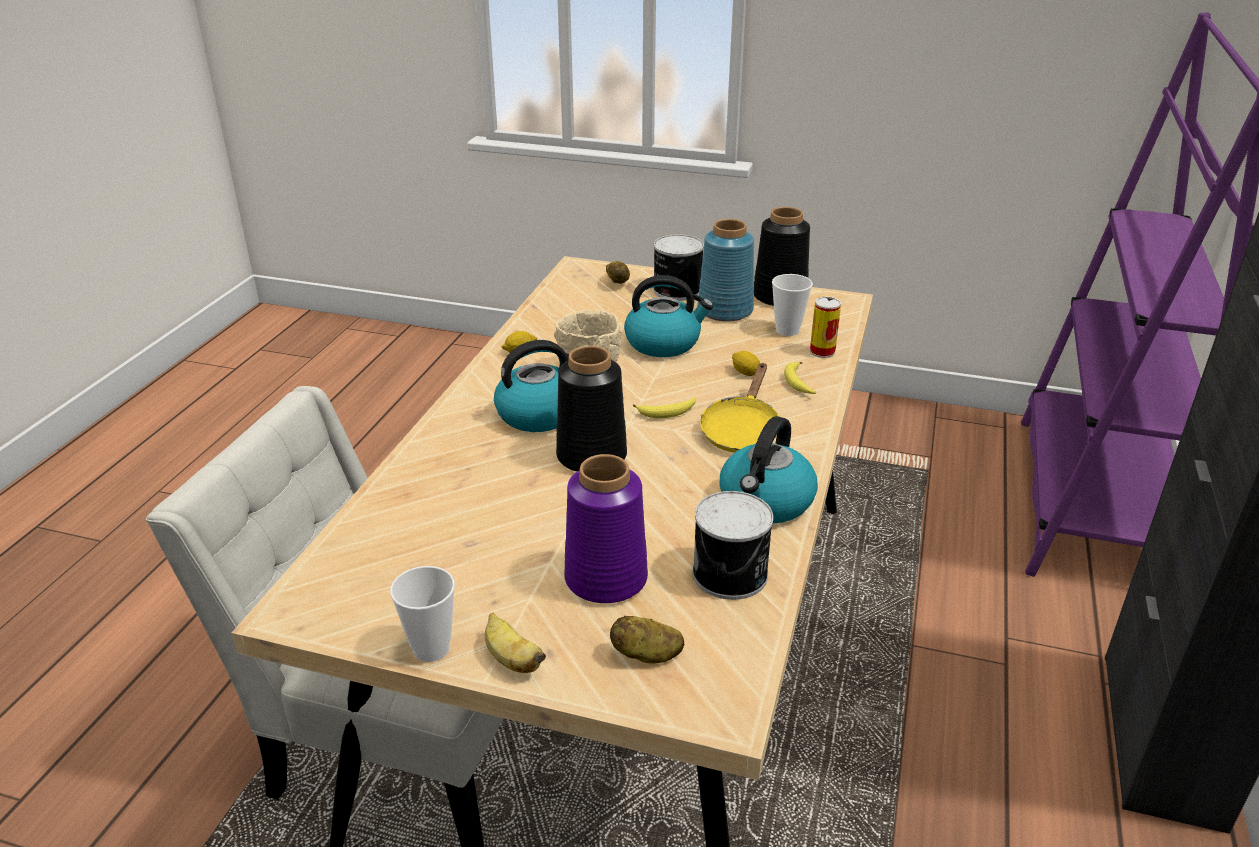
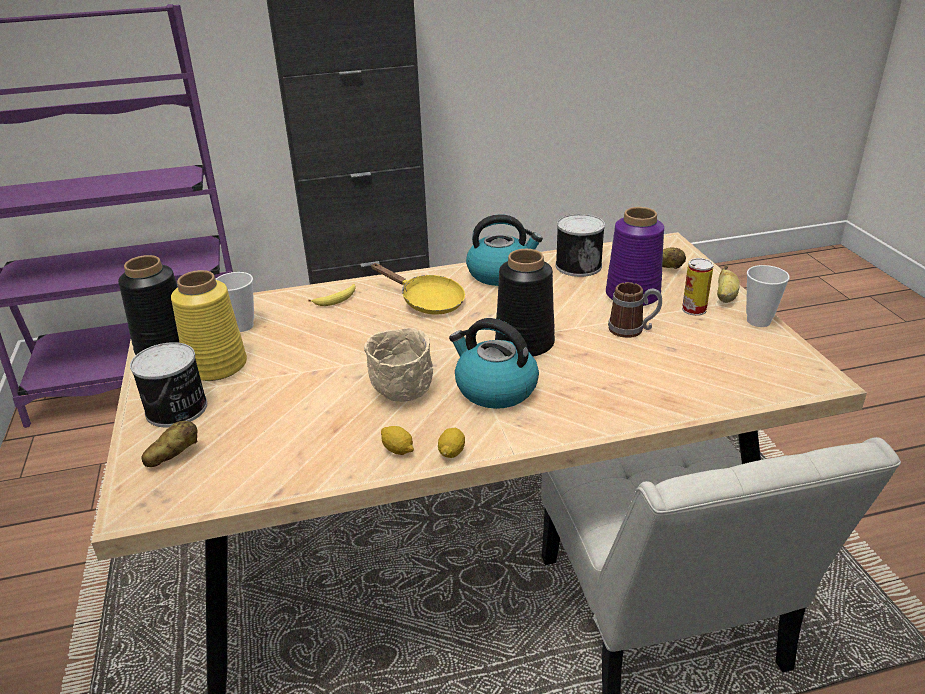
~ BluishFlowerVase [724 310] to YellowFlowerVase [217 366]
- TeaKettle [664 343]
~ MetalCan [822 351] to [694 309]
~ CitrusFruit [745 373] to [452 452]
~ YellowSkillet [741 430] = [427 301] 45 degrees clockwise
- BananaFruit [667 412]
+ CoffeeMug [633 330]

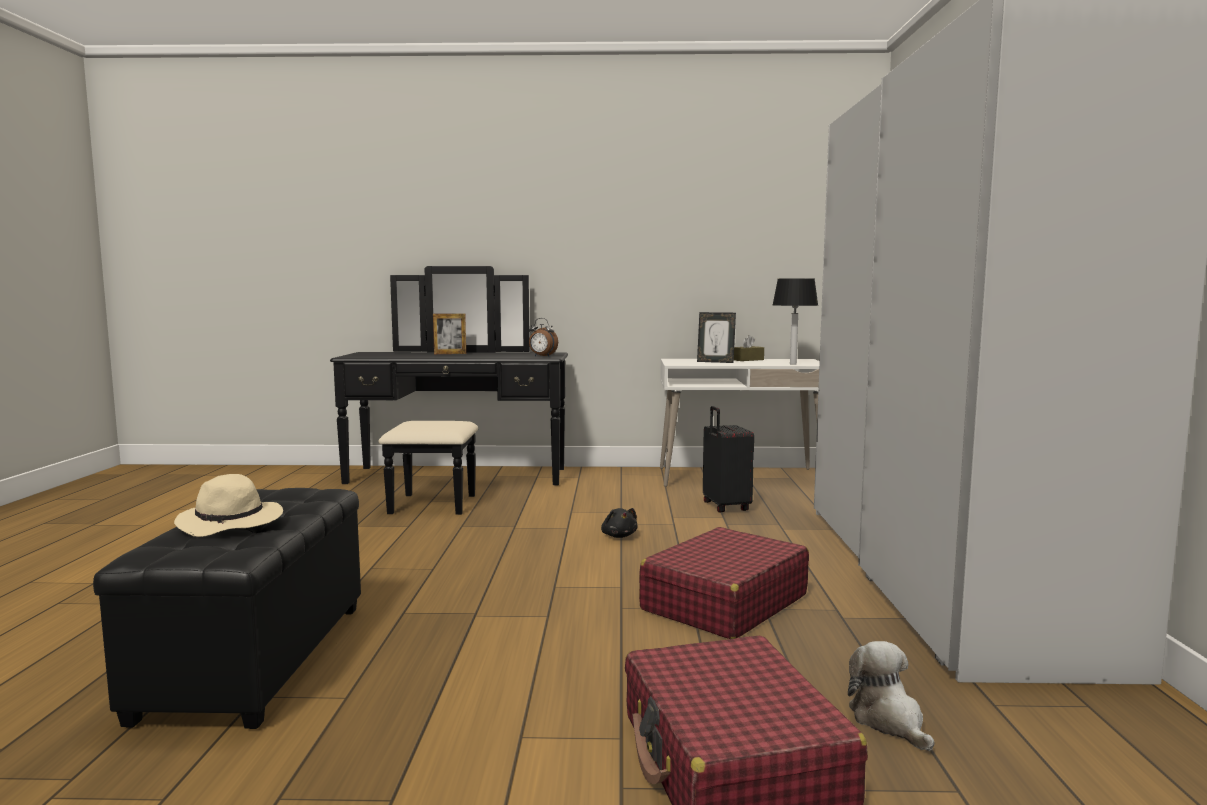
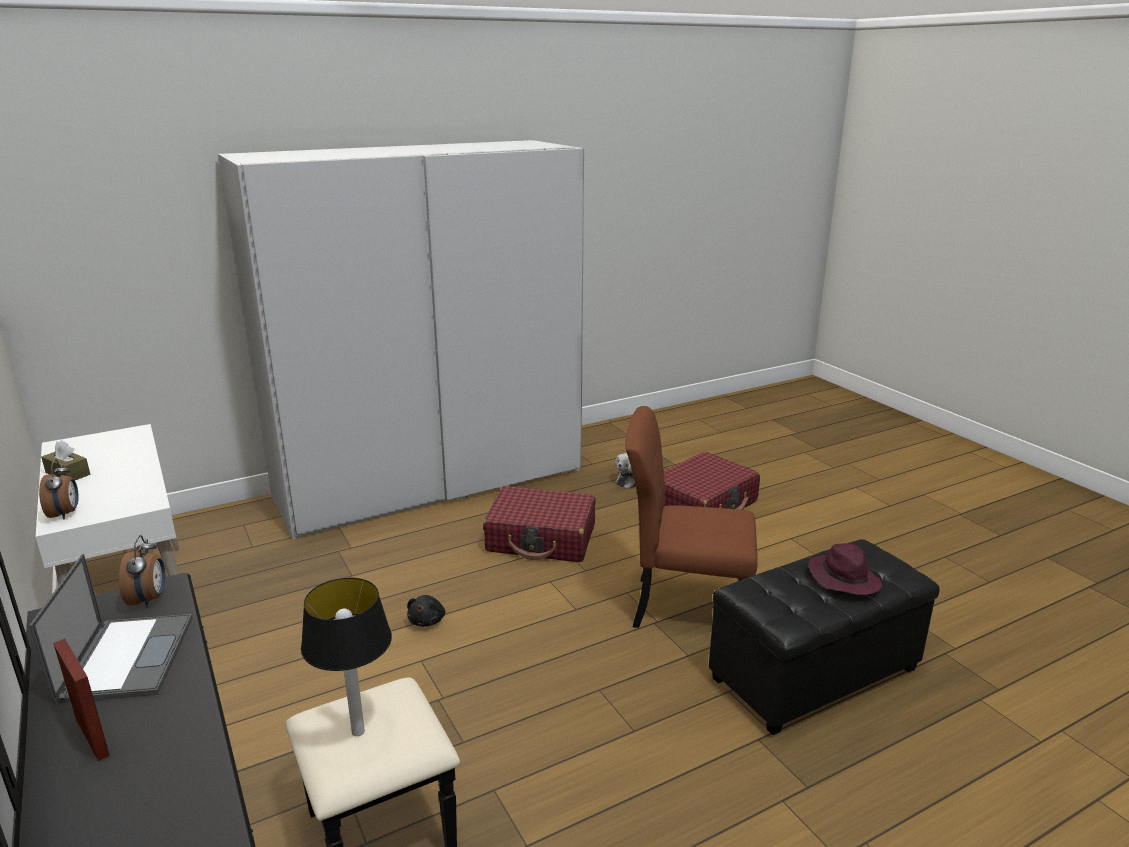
~ TableLamp [792 364] to [357 732]
- PictureFrame [715 362]
- BlackColouredSuitcase [724 507]
~ SandColouredClothingHat [231 523] to PurpleClothingHat [843 578]
~ BlackColouredPlushToy [619 536] = [427 620] 150 degrees clockwise
+ BrownColouredUprightChair [683 606]
+ AlarmClock [65 514]
+ Laptop [127 657]

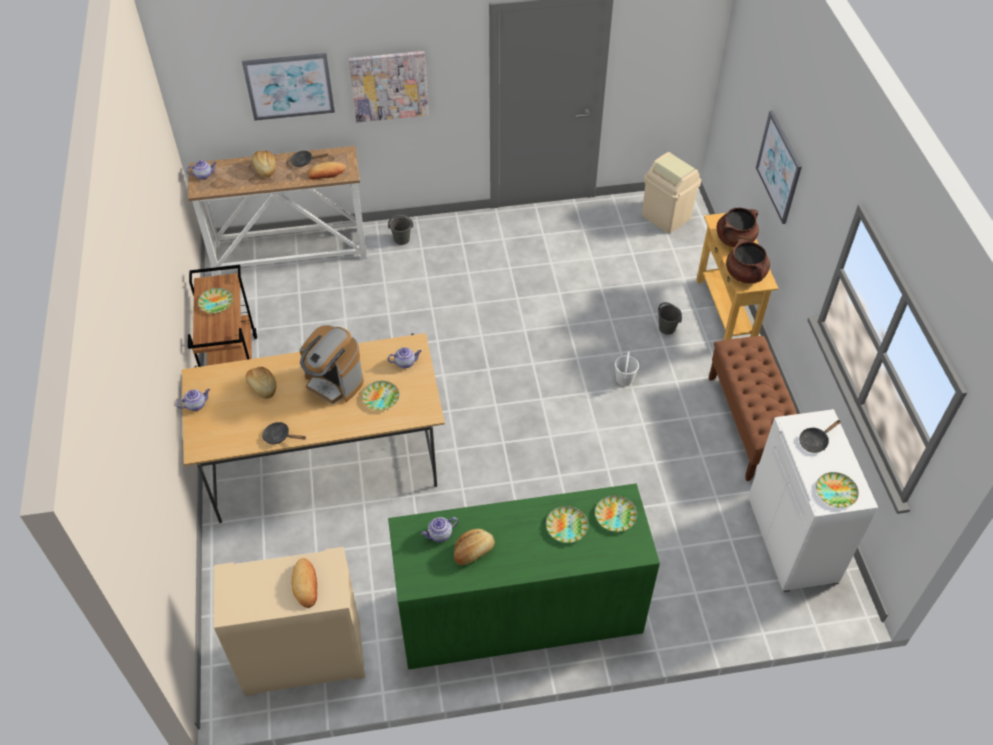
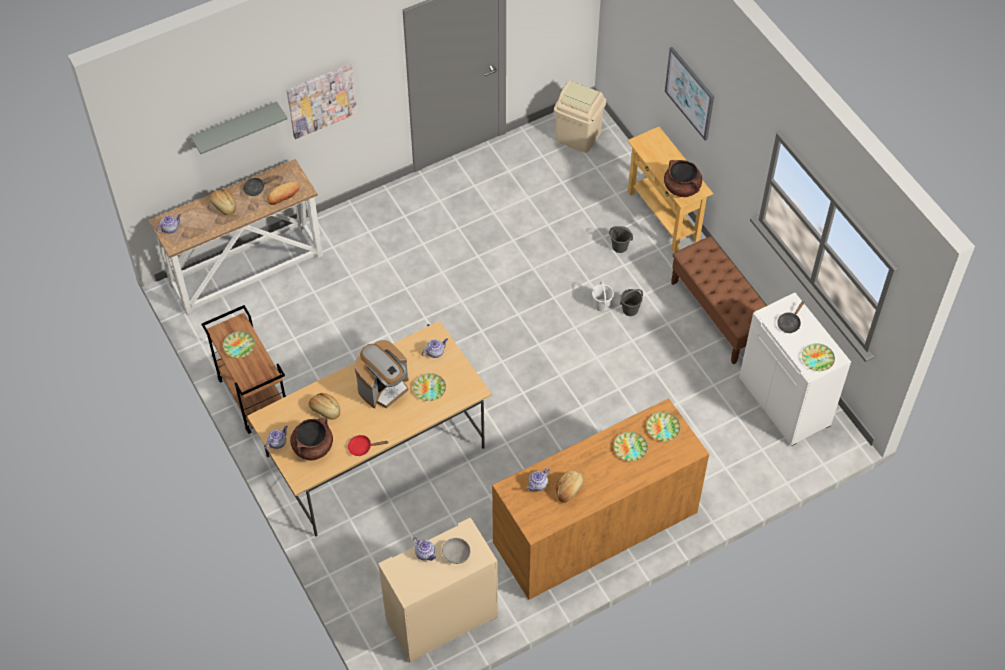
~ WallPicture [289 86] to GreyShelf [235 127]
~ BrownColouredCookingPot [735 239] to [313 447]
~ GreyWaterBucket [402 239] to [630 309]
~ CoffeeMaker [334 382] = [384 387] 60 degrees counterclockwise
~ BlackColouredSkillet [279 436] to ReddishSkillet [362 447]
~ GreenDrawerChest [519 611] to BrownColouredDrawerChest [595 527]
~ BakedBread [306 584] to GreyBowl [456 554]
+ PotForTea [425 553]

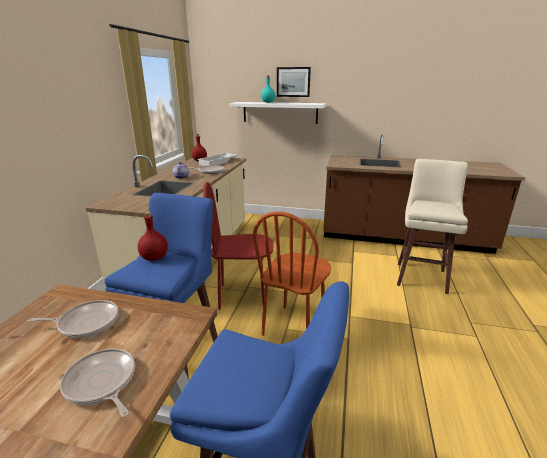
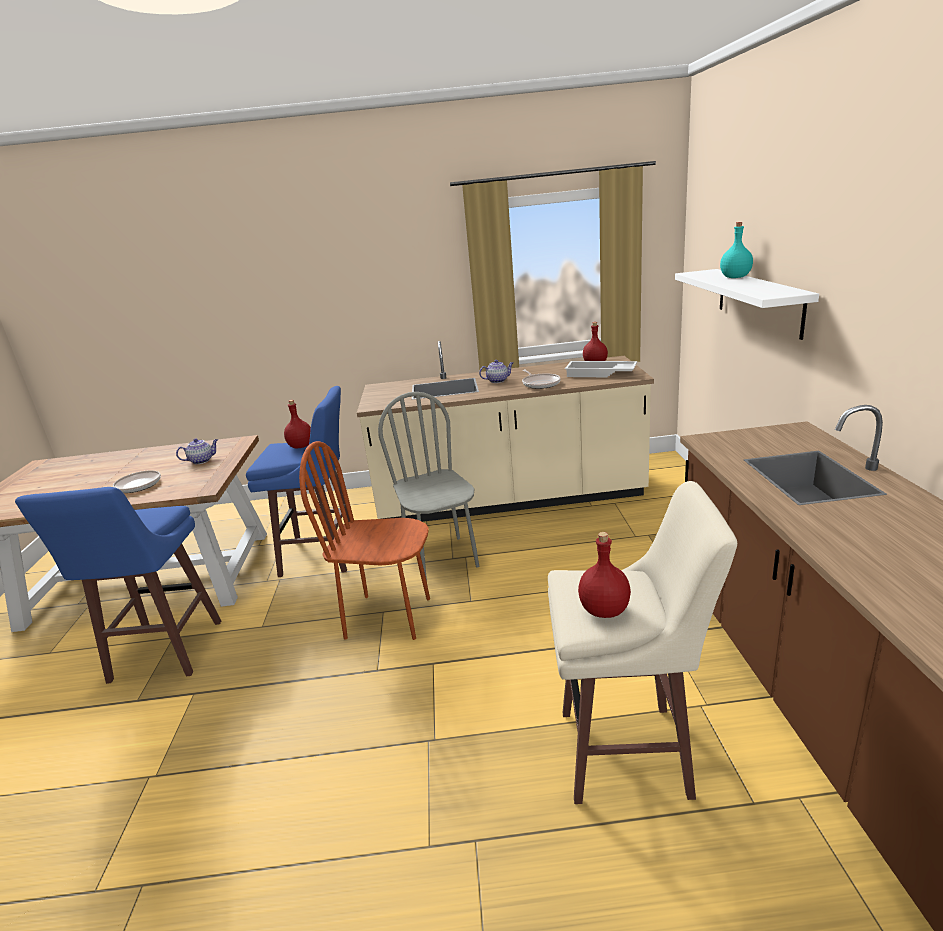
- WallPicture [293 82]
~ ReddishUprightChair [242 295] to GreyUprightChair [441 559]
~ Skillet [86 323] to PotForTea [202 460]
+ ReddishBottle [603 610]

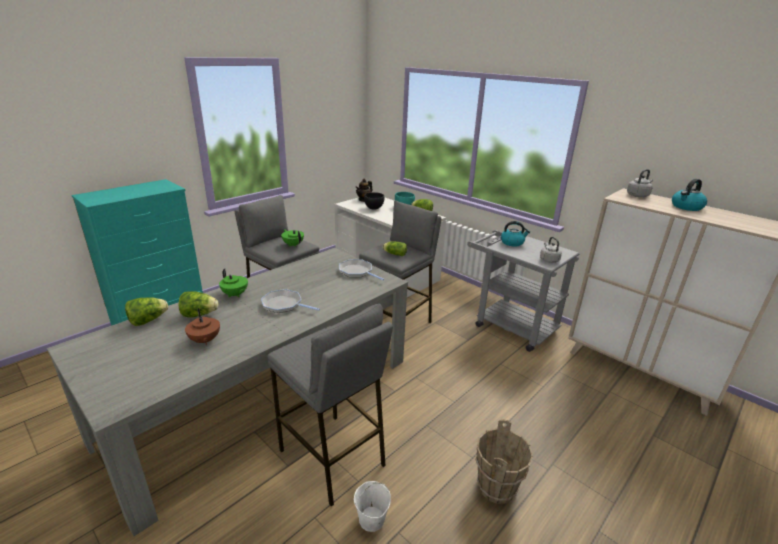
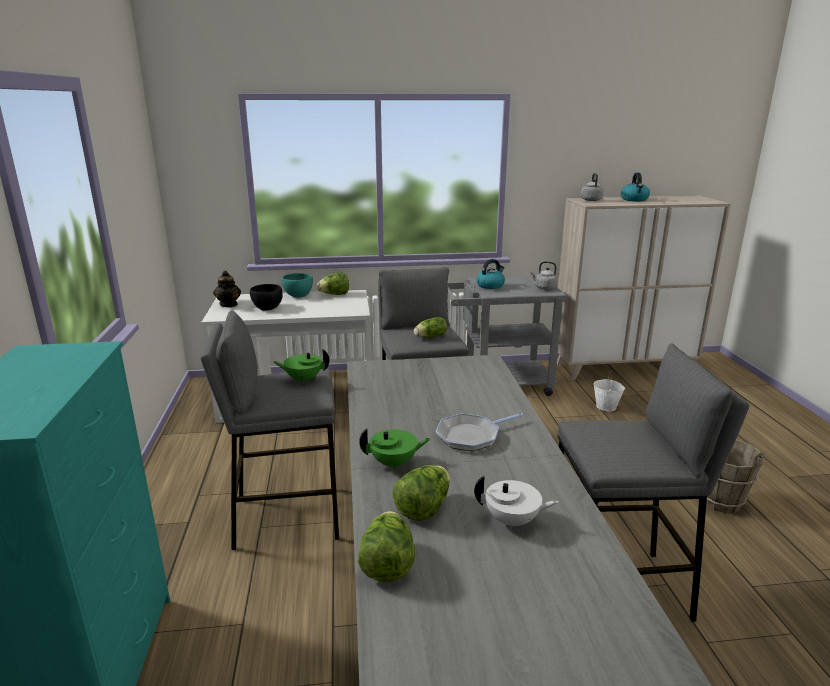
- Skillet [357 272]
~ BrownColouredPotForTea [204 341] to WhitishPotForTea [512 521]
~ WhitishWaterBucket [372 519] to [606 407]

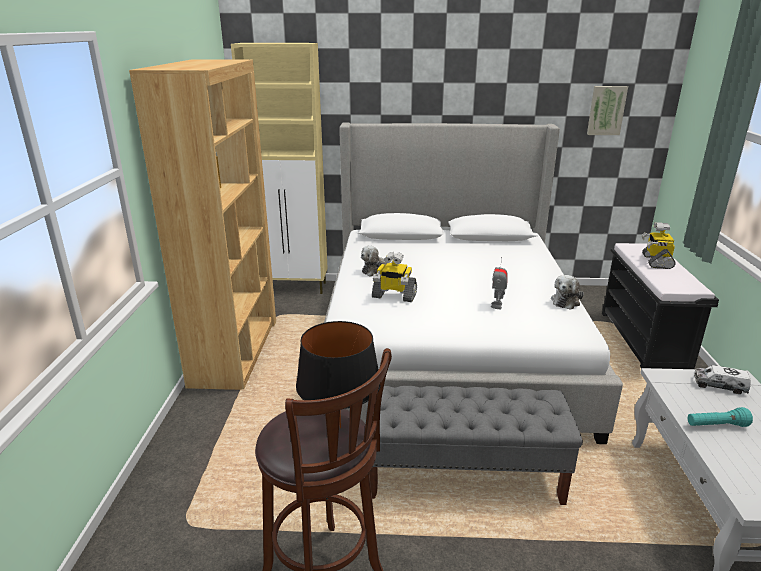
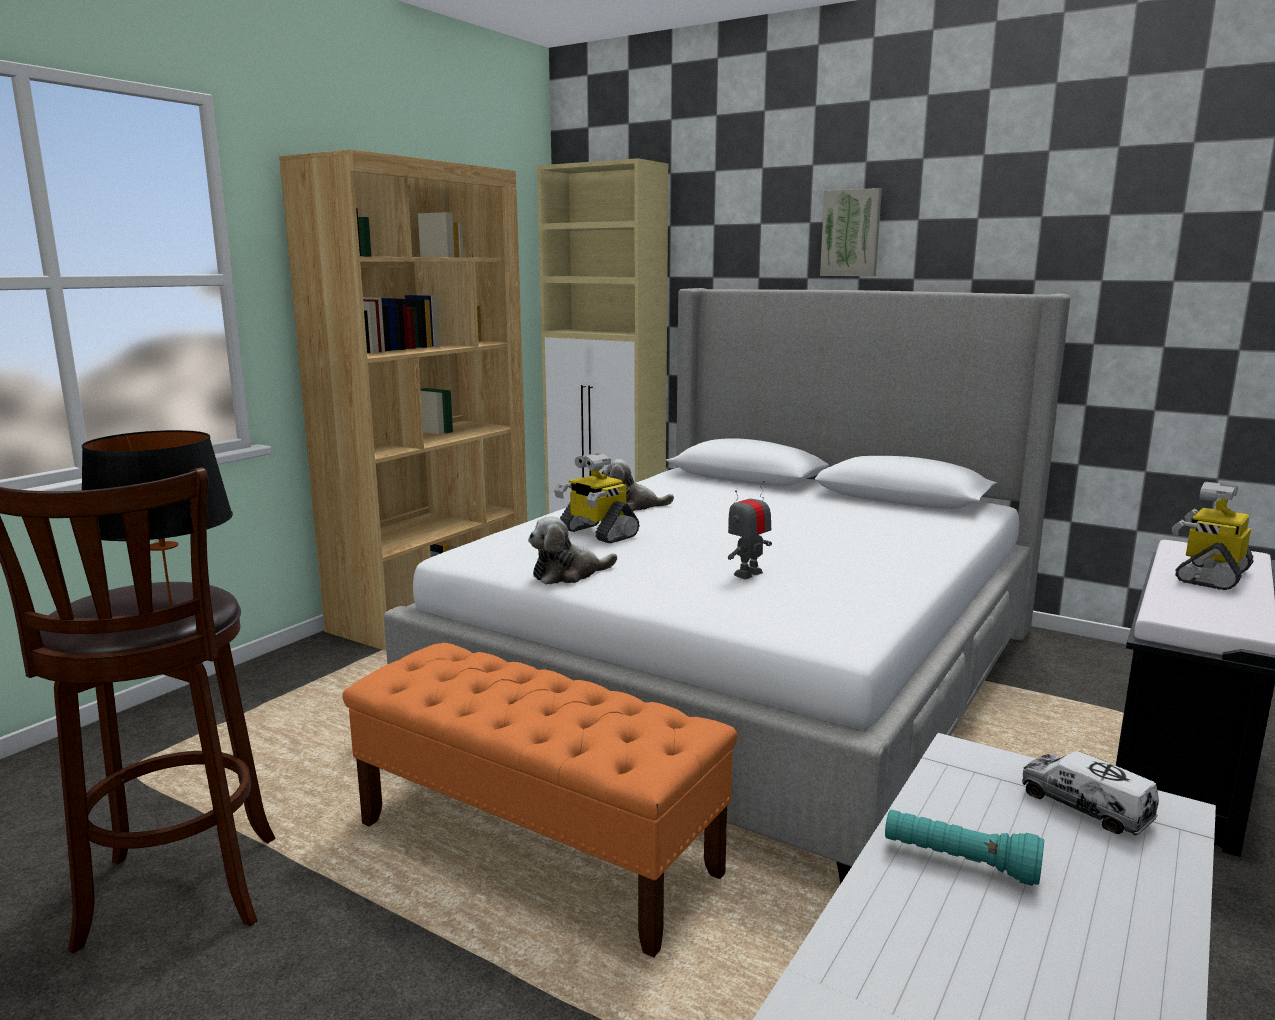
~ WallPicture [606 110] to [851 233]
~ PlushToy [566 301] to [568 574]
~ GreyBench [464 476] to OrangeyBench [537 849]

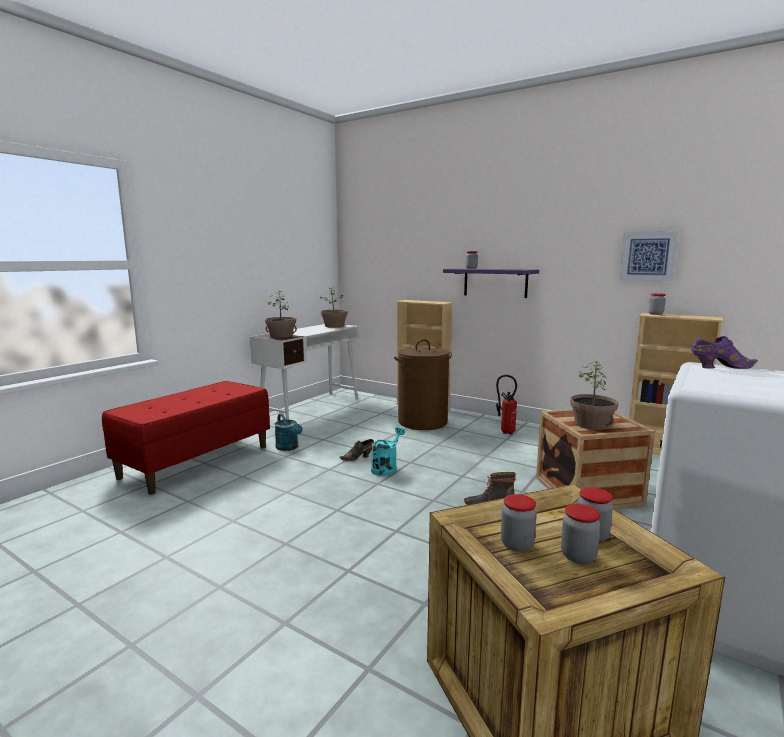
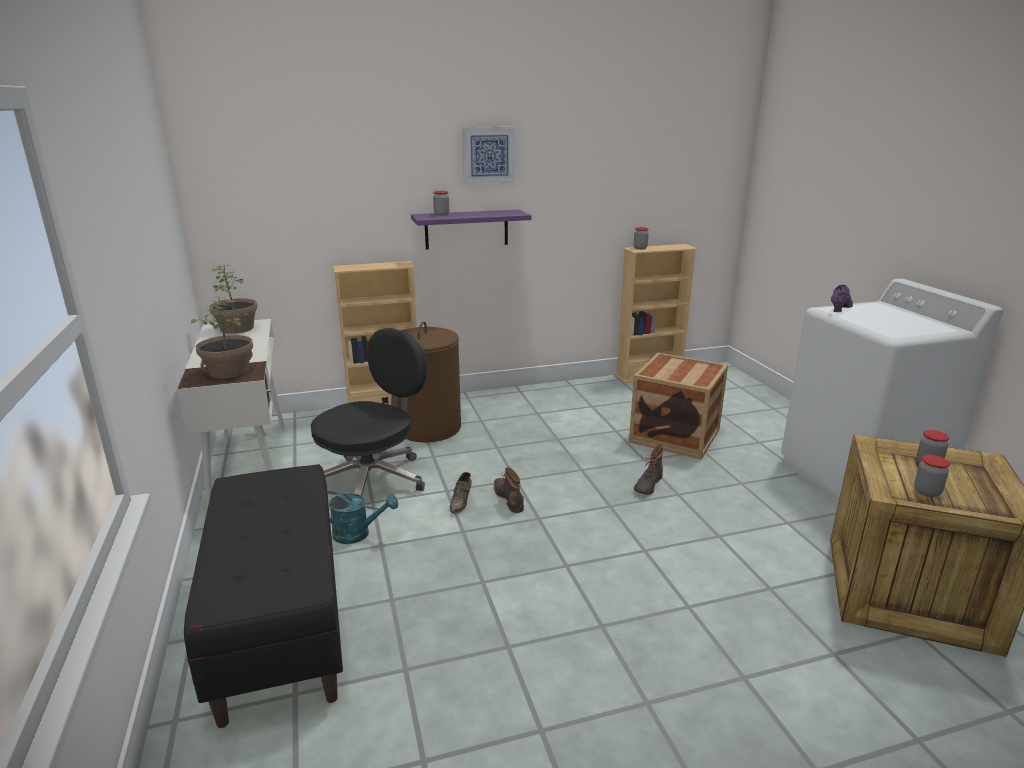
~ WallPicture [648 256] to [488 155]
- PlantInAPot [592 424]
- Extinguisher [505 432]
~ ReddishBench [196 461] to BlackColouredBench [279 624]
~ BlueGreenWateringPot [386 468] to TallBoot [509 498]
- Jar [578 556]
+ BlackColouredOfficeChair [373 480]

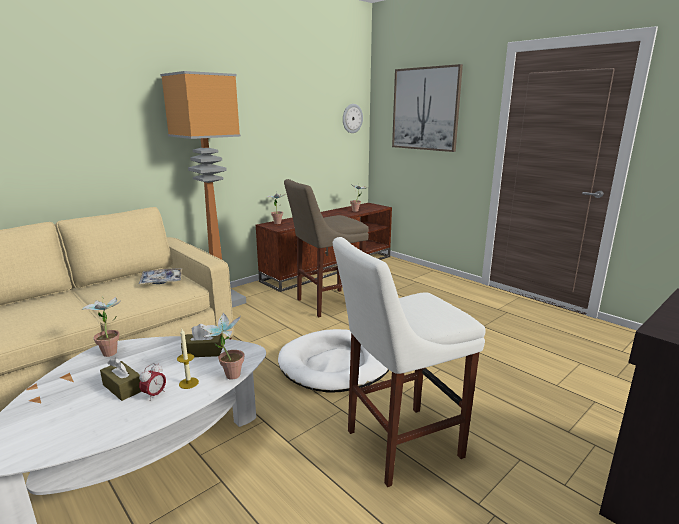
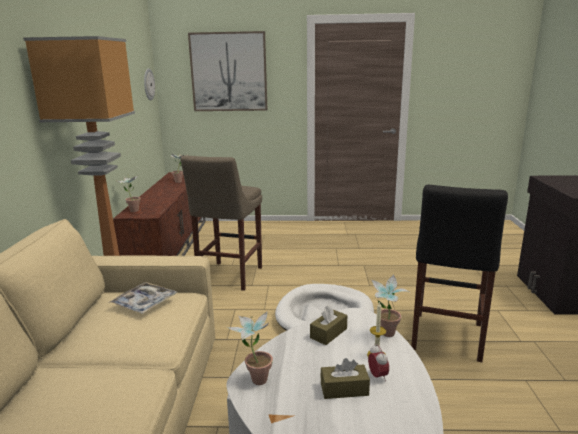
~ WhitishStool [398 444] to BlackColouredStool [446 338]

